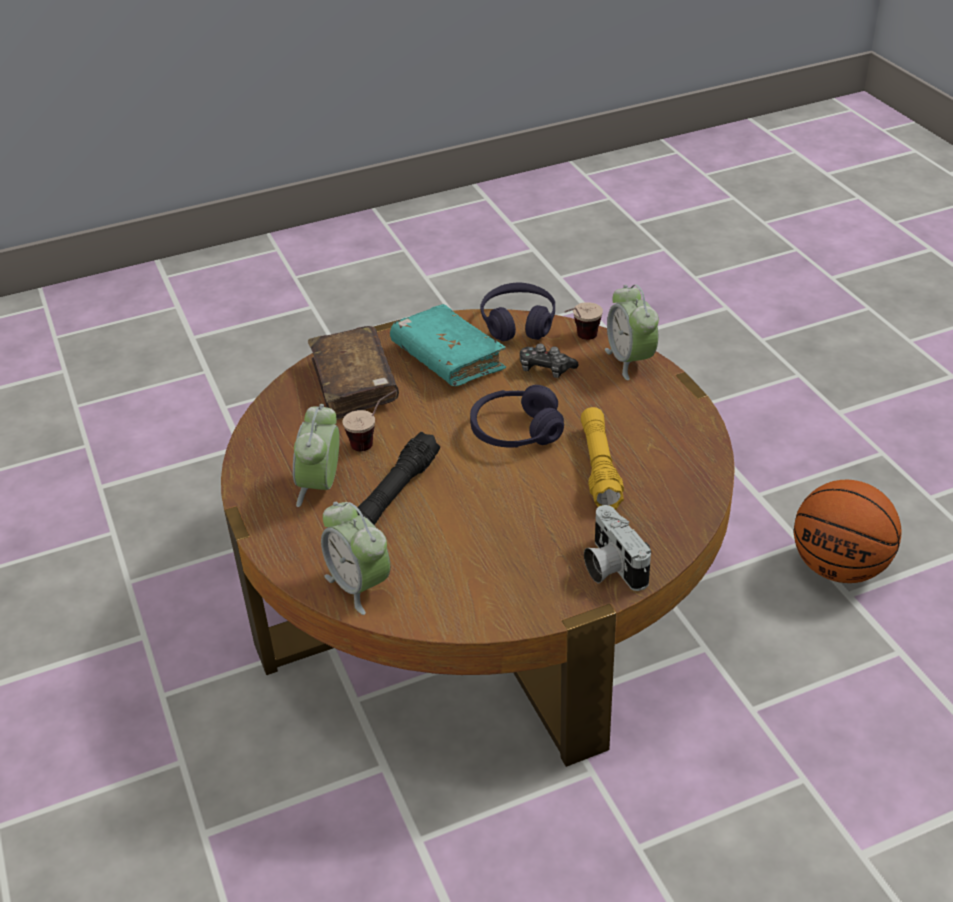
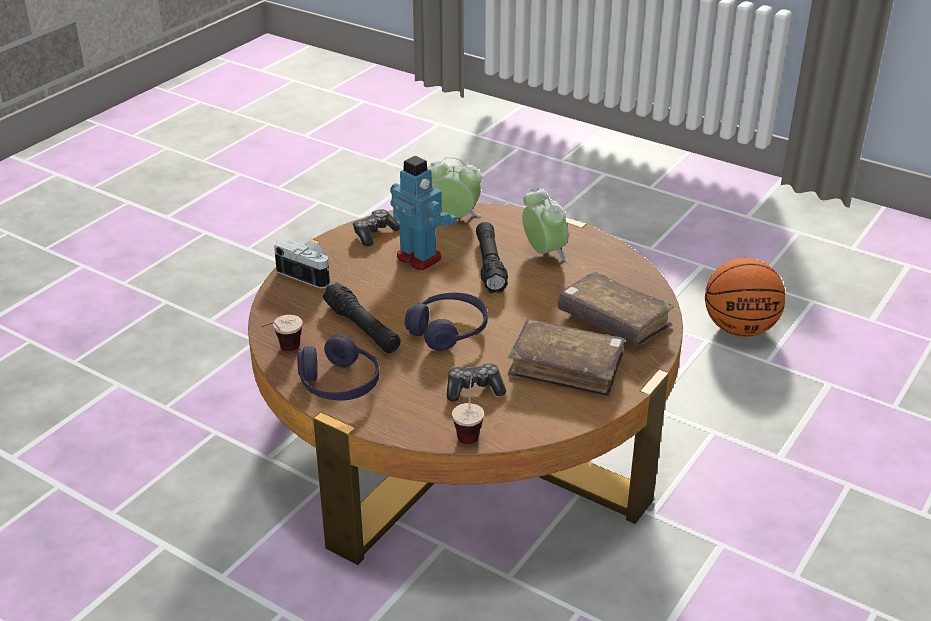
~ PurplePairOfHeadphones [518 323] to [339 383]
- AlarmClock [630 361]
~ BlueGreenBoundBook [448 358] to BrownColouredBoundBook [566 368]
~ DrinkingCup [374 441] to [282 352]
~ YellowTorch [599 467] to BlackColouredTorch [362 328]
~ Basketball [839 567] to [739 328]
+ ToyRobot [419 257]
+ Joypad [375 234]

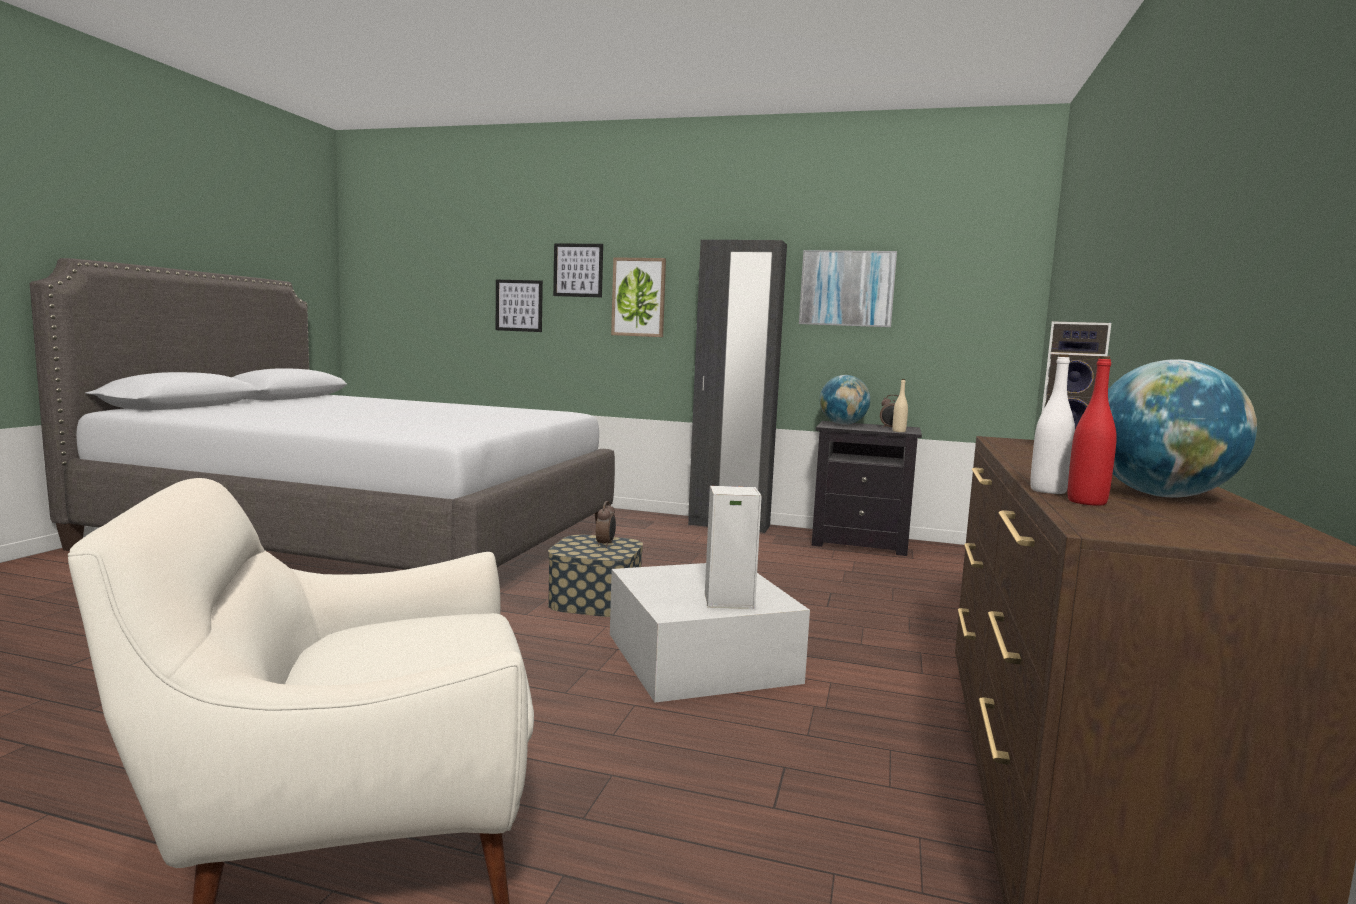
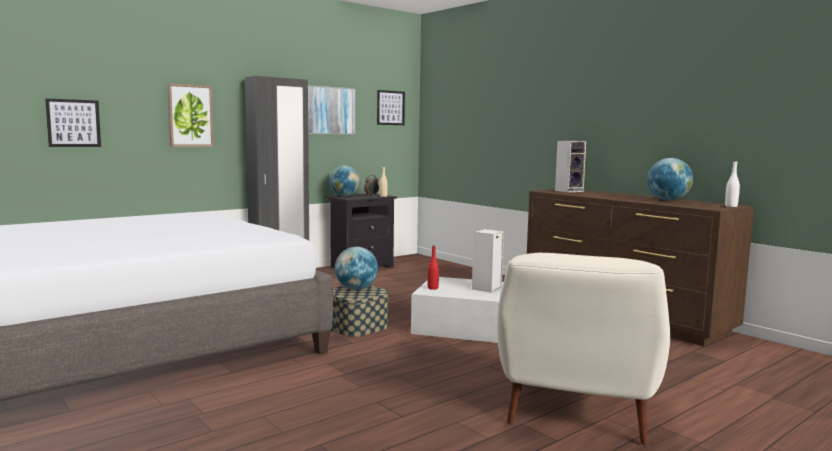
~ WallPicture [578 270] to [390 108]
~ WhitishBottle [1048 491] to [731 206]
~ ReddishBottle [1086 502] to [433 288]
~ AlarmClock [605 544] to WorldGlobe [356 289]

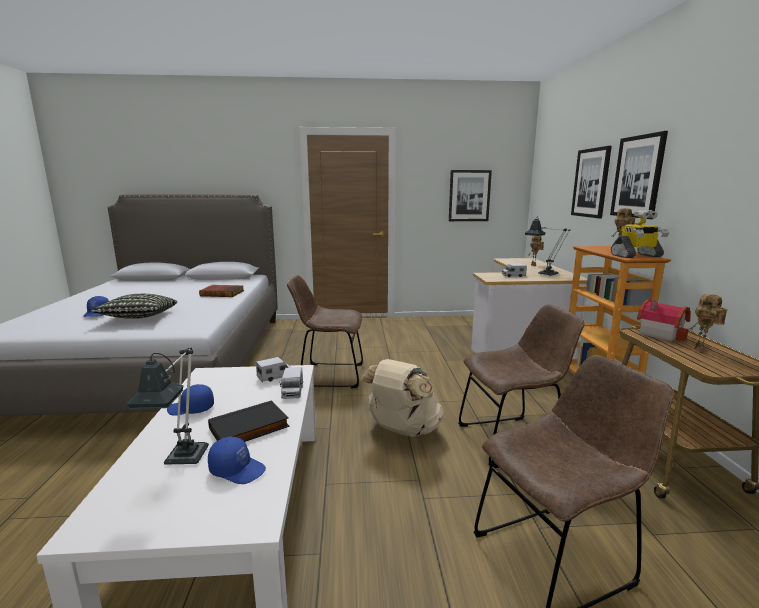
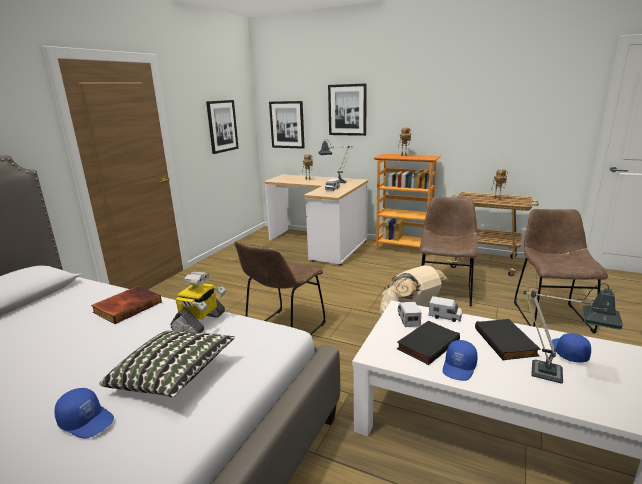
~ WallPicture [638 176] to [287 124]
~ ToyRobot [636 256] to [200 323]
- ToyHouse [660 333]
~ BluishCap [238 469] = [567 352] 45 degrees counterclockwise
+ BlackColouredBoundBook [427 344]

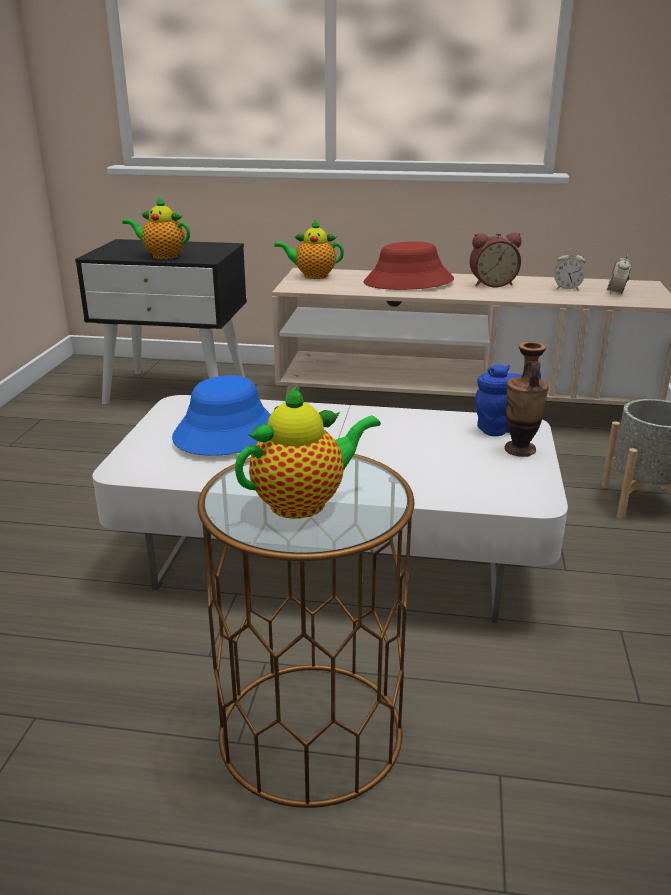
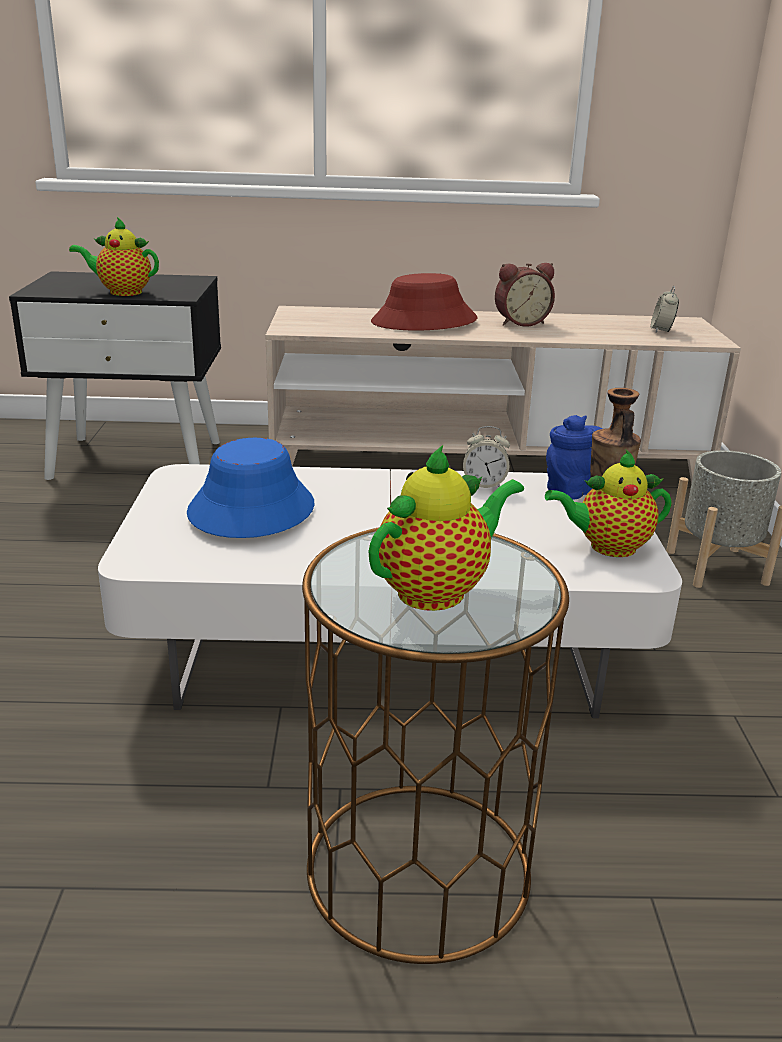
~ PotForTea [312 276] to [607 547]
~ AlarmClock [567 289] to [484 484]

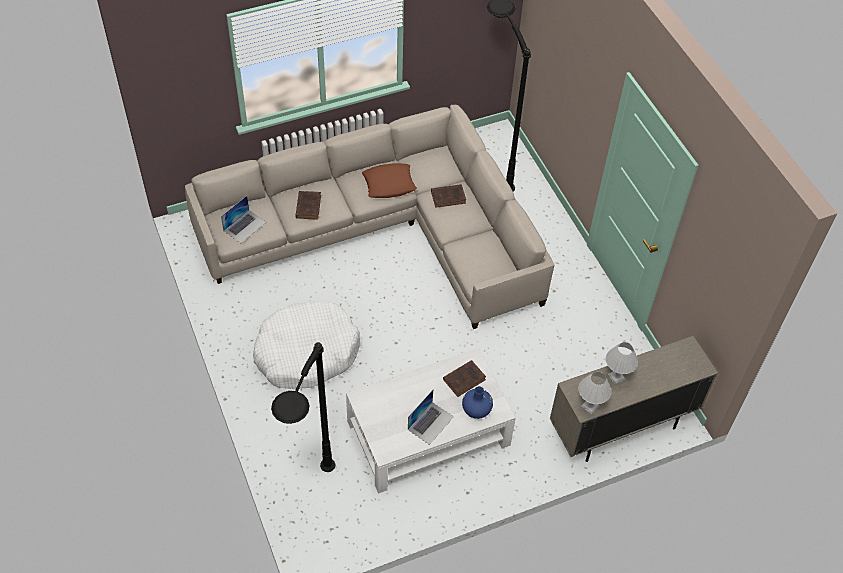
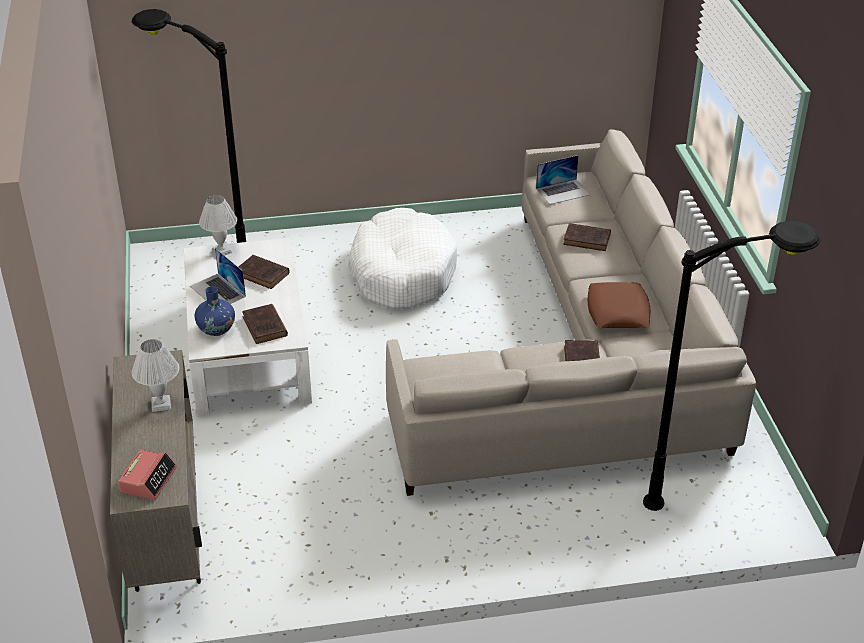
~ Laptop [245 226] = [563 191] 75 degrees counterclockwise
~ WhitishTableLamp [589 406] to [222 251]
+ BrownColouredBoundBook [263 275]
+ AlarmClock [148 479]

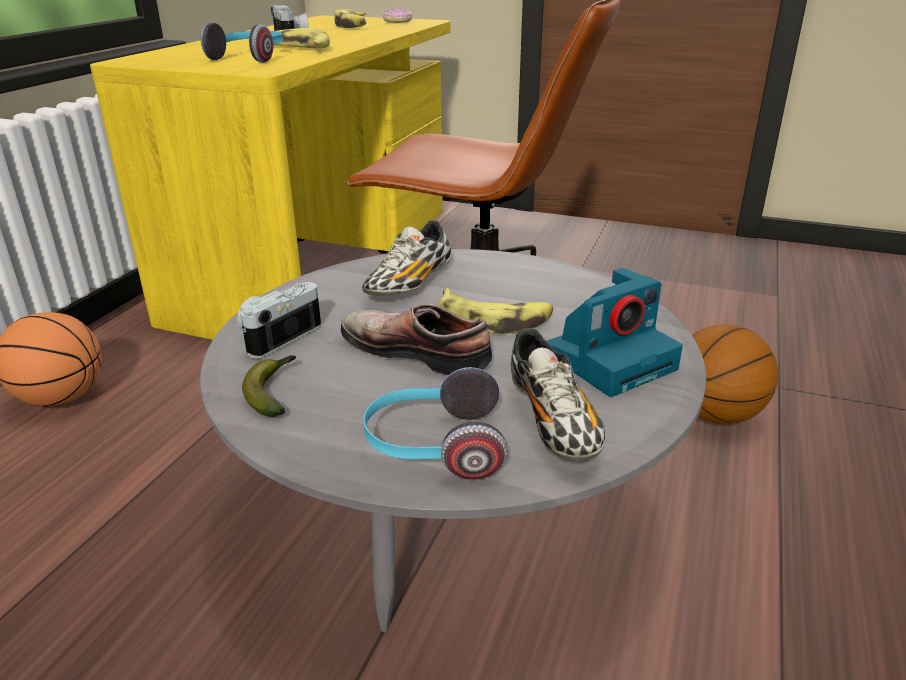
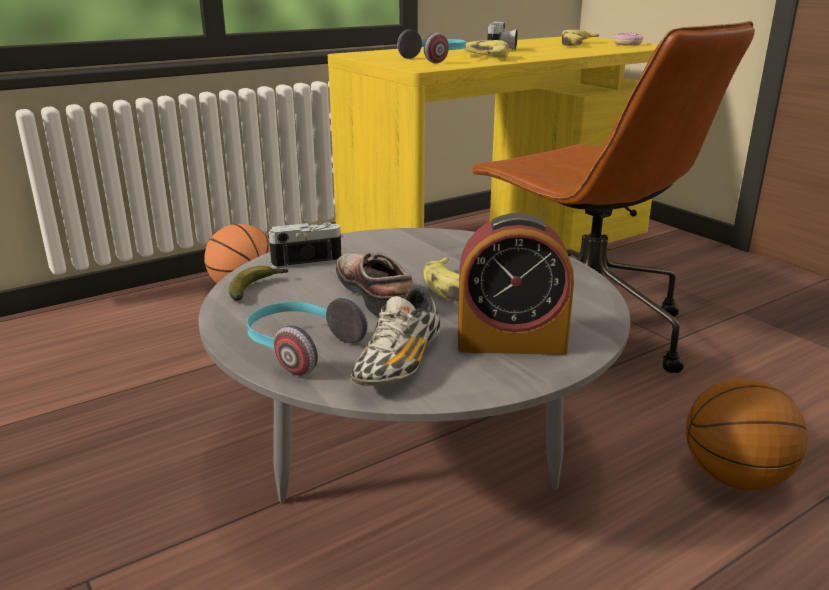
- LowShoe [410 284]
~ PhotoCamera [610 359] to AlarmClock [511 342]

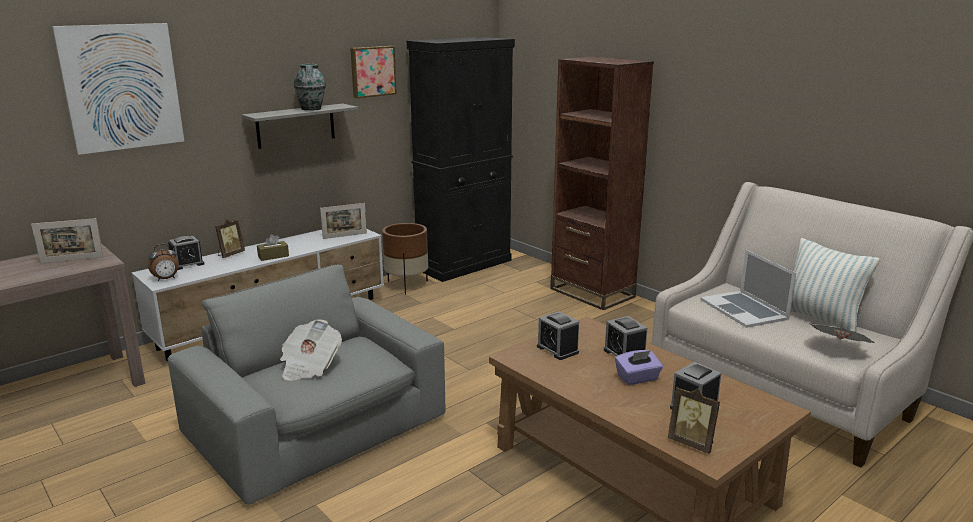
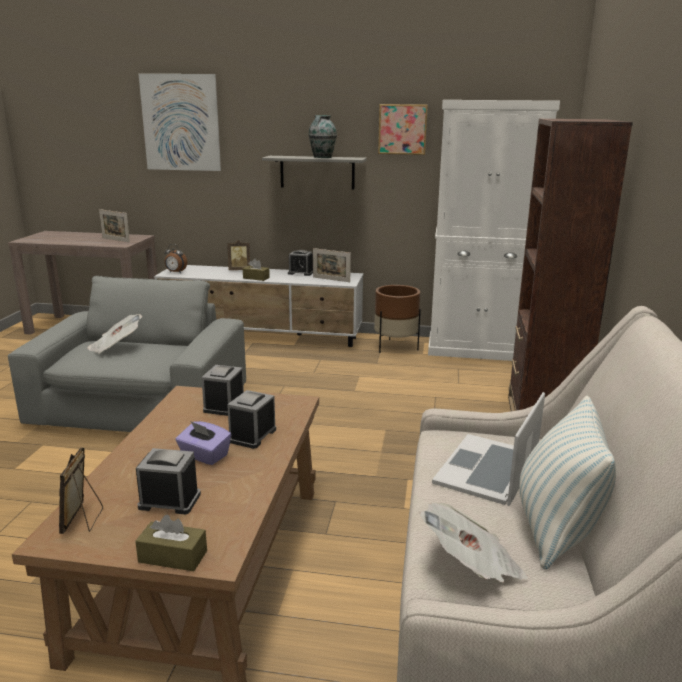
~ BlackColouredCupboard [464 264] to WhitishCupboard [477 350]
~ AlarmClock [187 264] to [300 273]
+ BrownColouredBoxOfTissues [173 556]

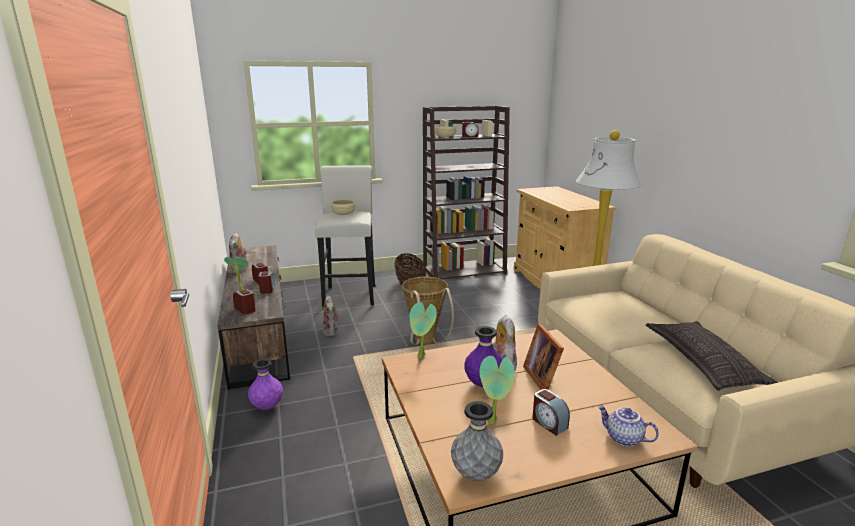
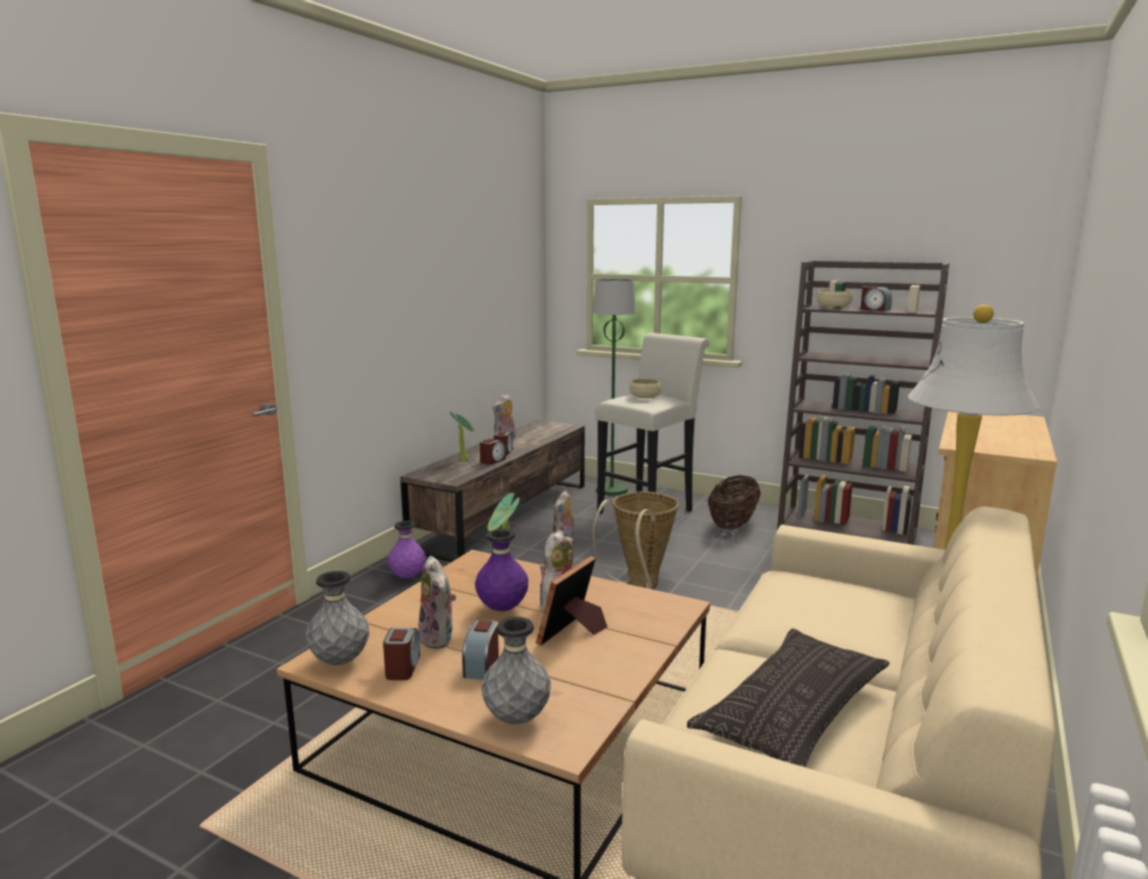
~ AlarmClock [245 309] to [403 667]
~ PlantInAPot [494 422] to PlushToy [439 638]
~ PotForTea [623 439] to GreyFlowerVase [516 718]
+ GreenStandingLamp [612 490]

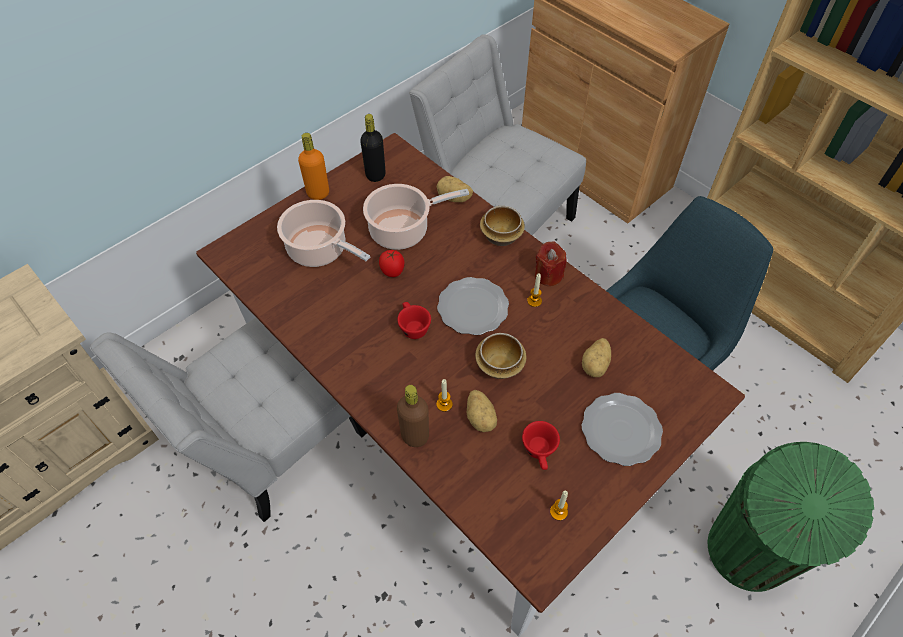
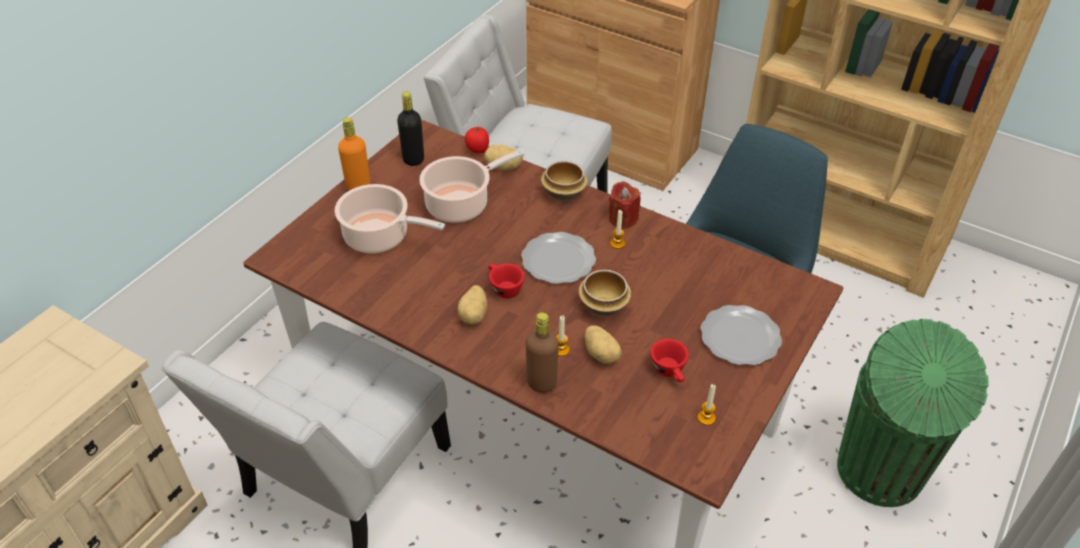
~ Tomato [392 271] to [477 150]
~ WholePotato [596 365] to [474 315]

